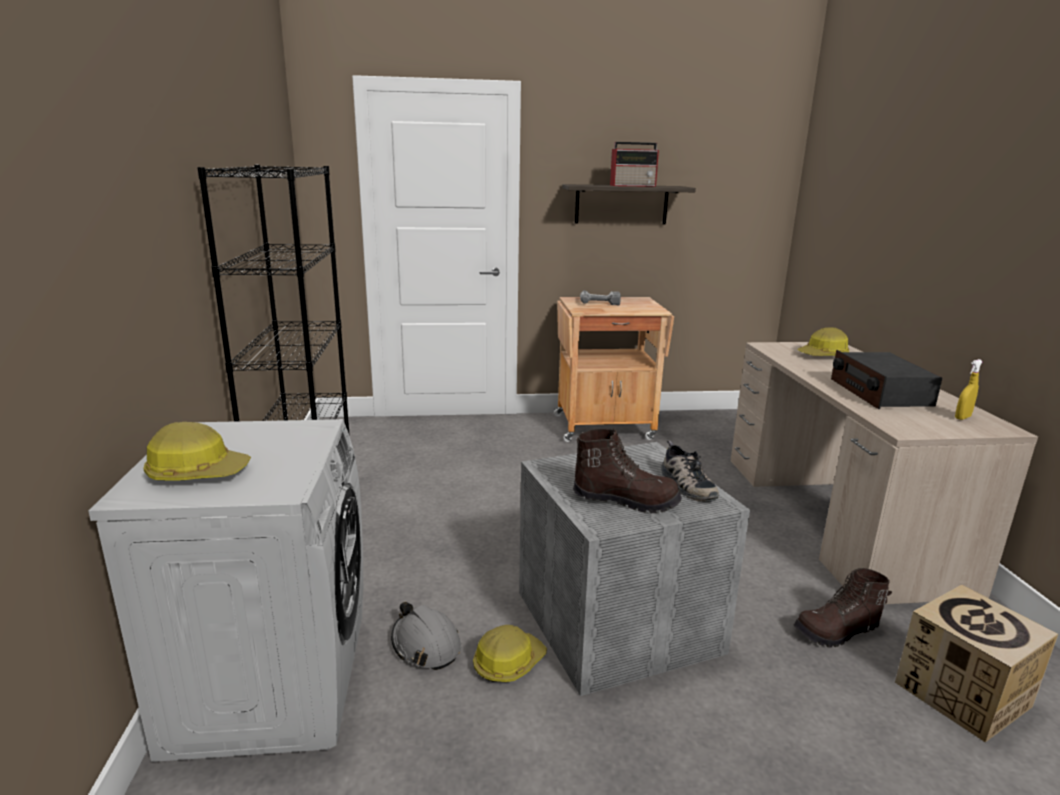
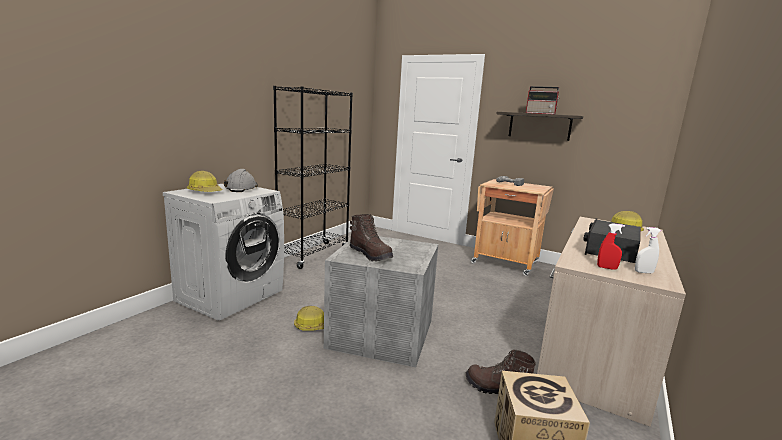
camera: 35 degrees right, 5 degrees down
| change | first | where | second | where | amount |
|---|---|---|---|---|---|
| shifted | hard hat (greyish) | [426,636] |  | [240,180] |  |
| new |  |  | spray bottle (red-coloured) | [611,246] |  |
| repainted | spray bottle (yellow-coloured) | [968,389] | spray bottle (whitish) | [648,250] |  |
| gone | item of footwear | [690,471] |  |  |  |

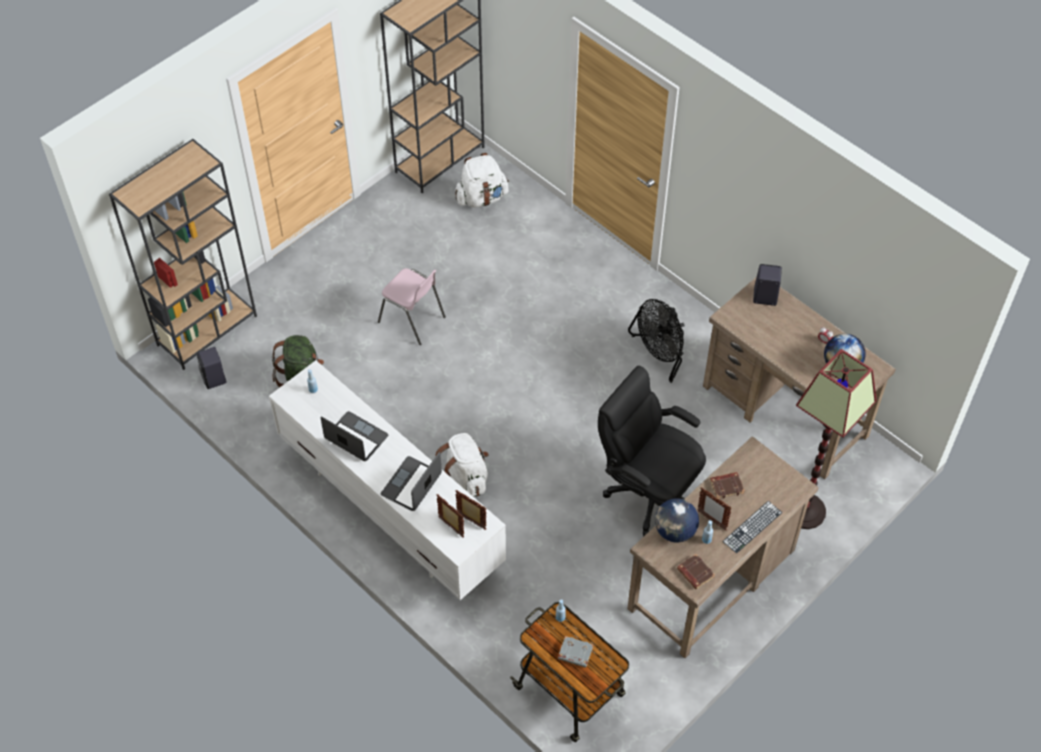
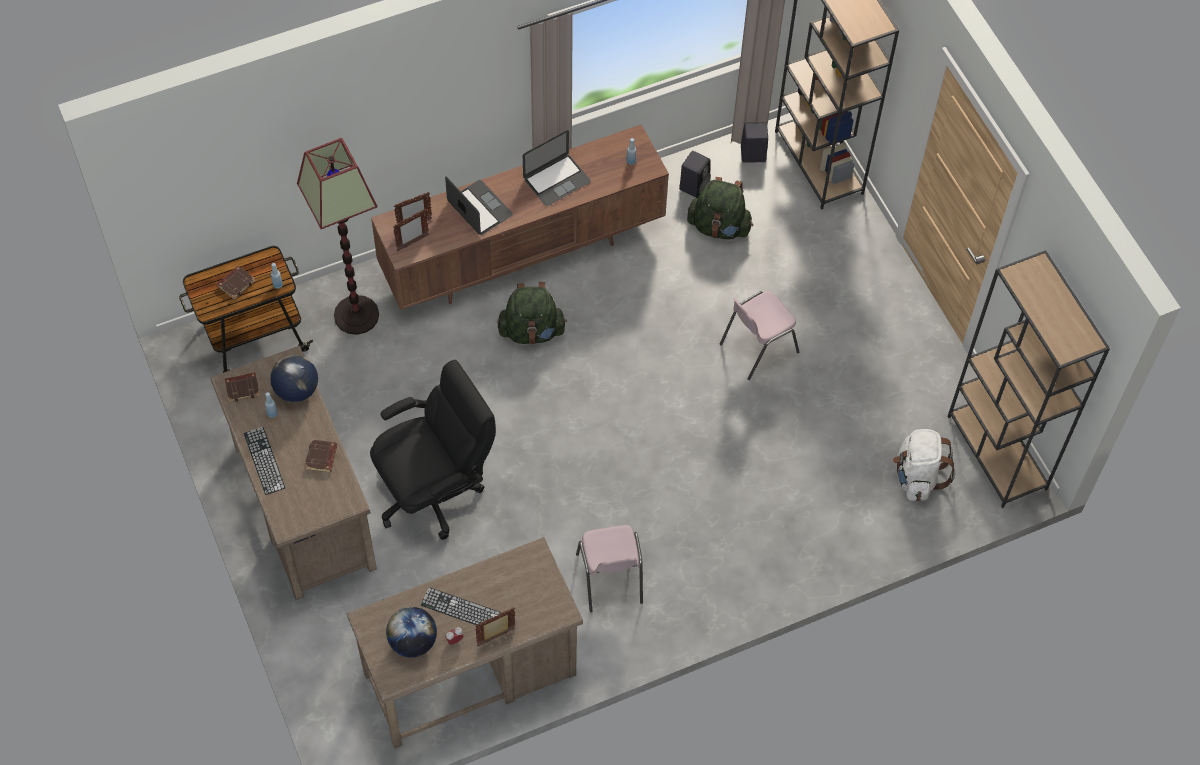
camera: 110 degrees right, 5 degrees up
| change | first | where | second | where | amount |
|---|---|---|---|---|---|
| repainted | bound book (greyish) | [575,652] | bound book (brown-coloured) | [236,282] |  |
| shifted | standard lamp | [836,439] |  | [338,236] |  |
| repainted | cupboard (whitish) | [387,480] | cupboard (brown-coloured) | [520,217] |  |
| new |  |  | keyboard | [461,606] |  |
| shifted | standing frame | [715,509] |  | [495,626] |  |
| repainted | knapsack (whitish) | [461,465] | knapsack (green) | [532,313] |  |
| swapped | cooling fan (black-coloured) | [656,341] | chair (pink-coloured) | [609,568] |  |
| shifted | audio speaker (black-coloured) | [767,285] |  | [695,174] |  |

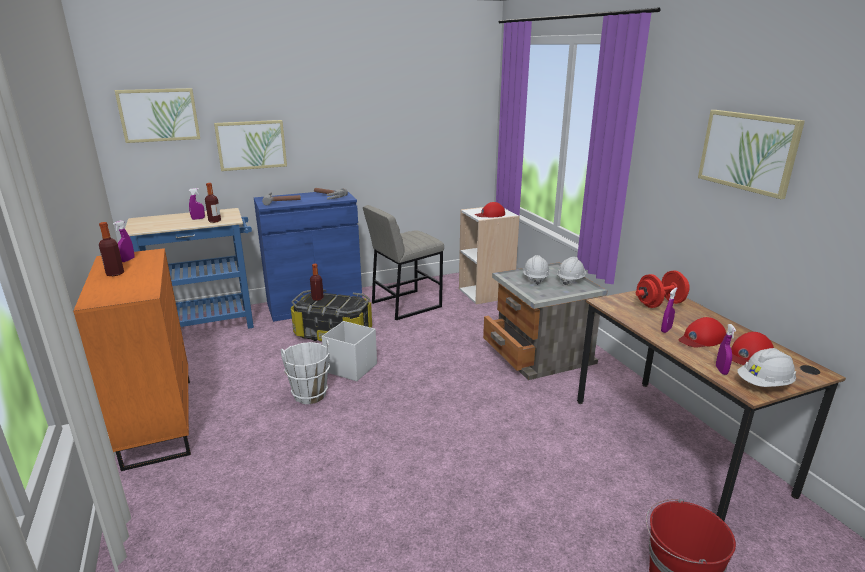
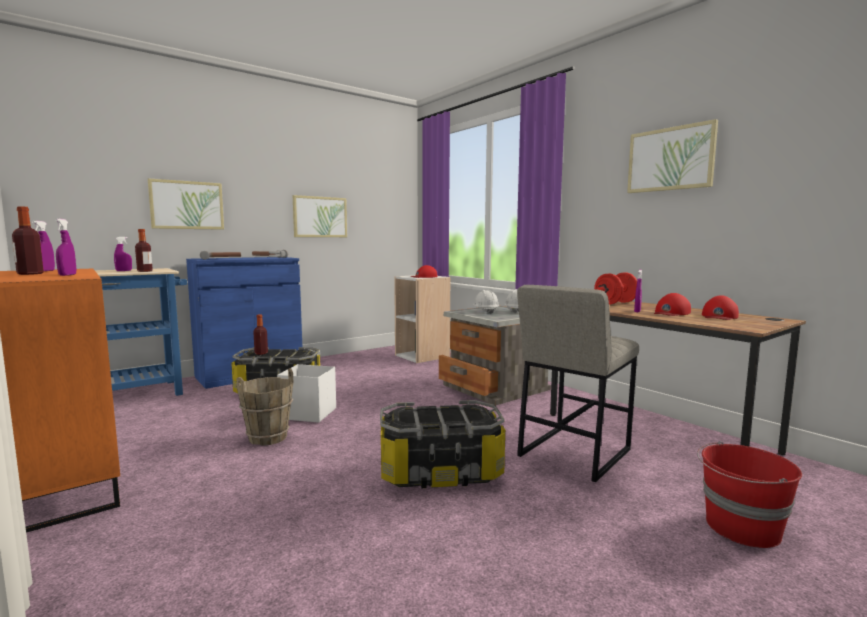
camera: 15 degrees left, 15 degrees down
| change | first | where | second | where | amount |
|---|---|---|---|---|---|
| shifted | spray bottle (purple) | [726,349] |  | [65,247] |  |
| repainted | water bucket (whitish) | [305,372] | water bucket (brown-coloured) | [264,407] |  |
| shifted | wall art | [157,115] |  | [320,216] |  |
| new |  |  | storage box | [442,444] |  |
| shifted | chair (greyish) | [403,262] |  | [578,383] |  |
| gone | hard hat (whitish) | [767,367] |  |  |  |

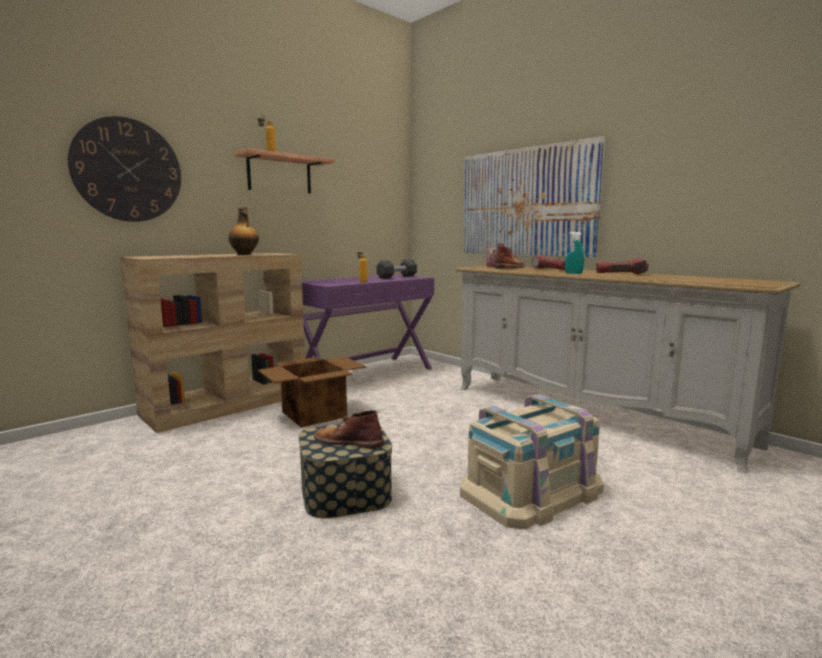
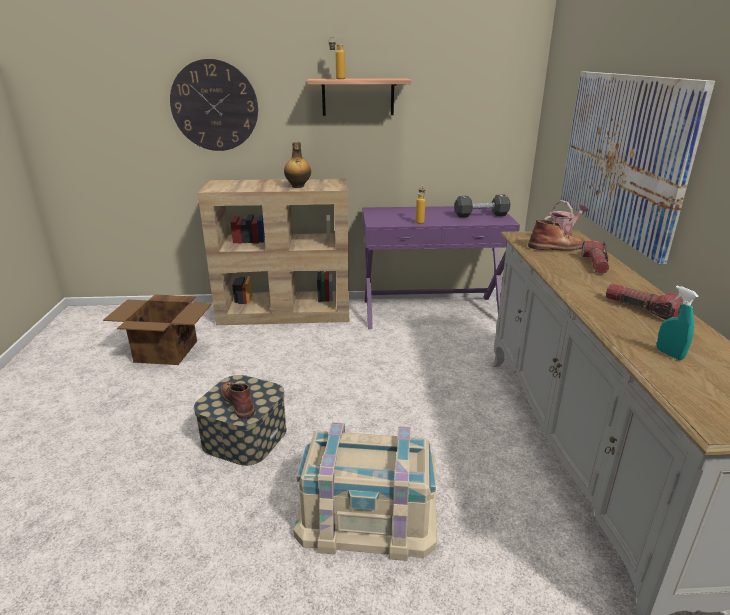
camera: 40 degrees right, 15 degrees up
| change | first | where | second | where | amount |
|---|---|---|---|---|---|
| shifted | packing box | [312,392] |  | [157,330] |  |
| shifted | spray bottle (turquoise) | [574,253] |  | [678,322] |  |

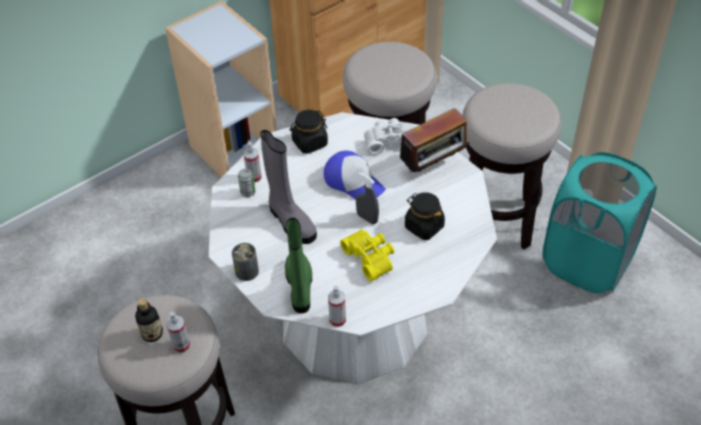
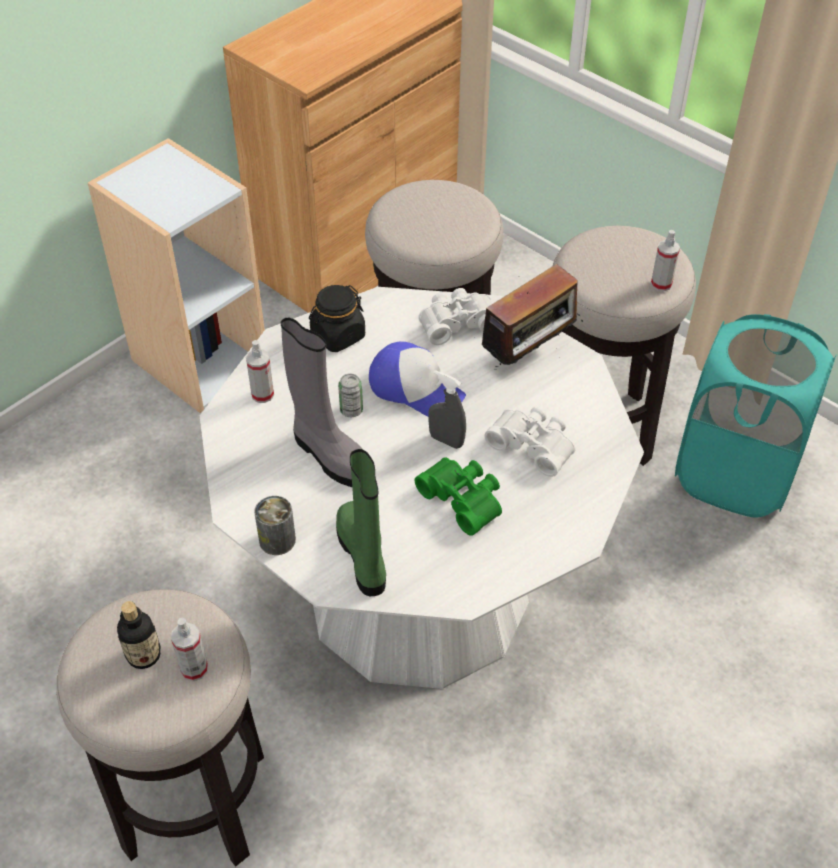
camera: 10 degrees left, 0 degrees up
| change | first | where | second | where | amount |
|---|---|---|---|---|---|
| shifted | sealed can | [246,183] |  | [350,395] |  |
| repainted | binoculars (yellow-coloured) | [367,255] | binoculars (green) | [458,496] |  |
| swapped | storage jar (black-coloured) | [425,216] | binoculars (whitish) | [530,442] |  |
| shifted | spray bottle | [337,306] |  | [665,260] |  |

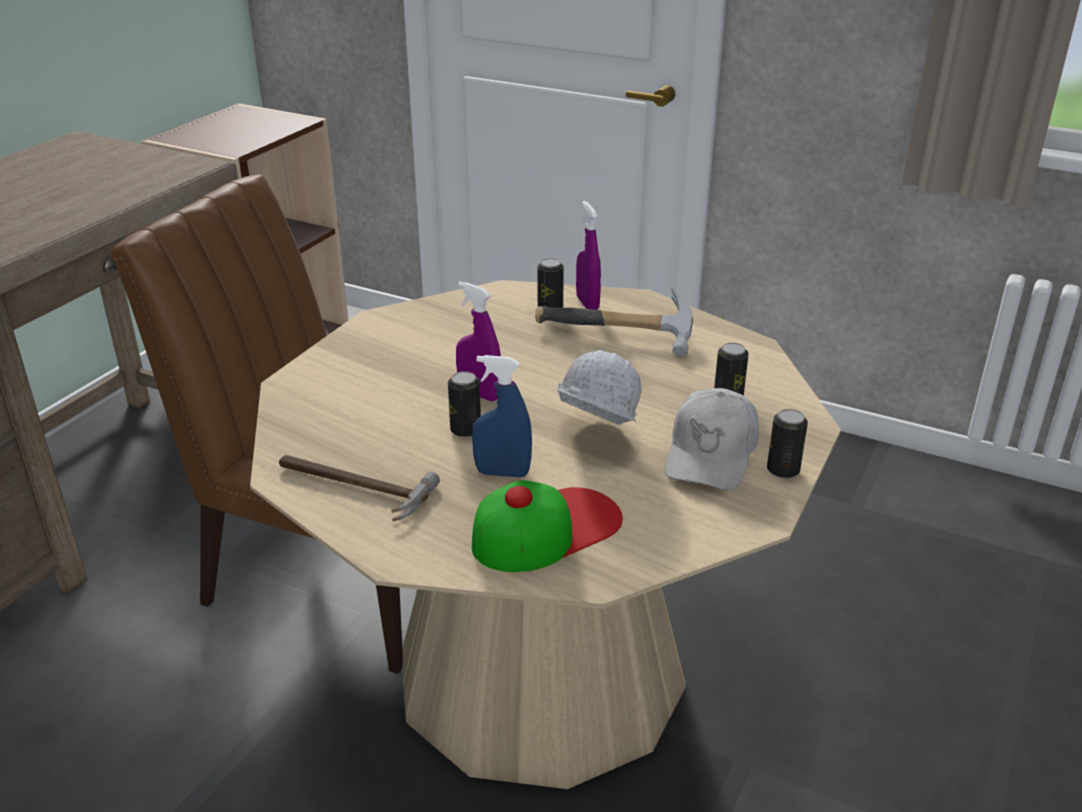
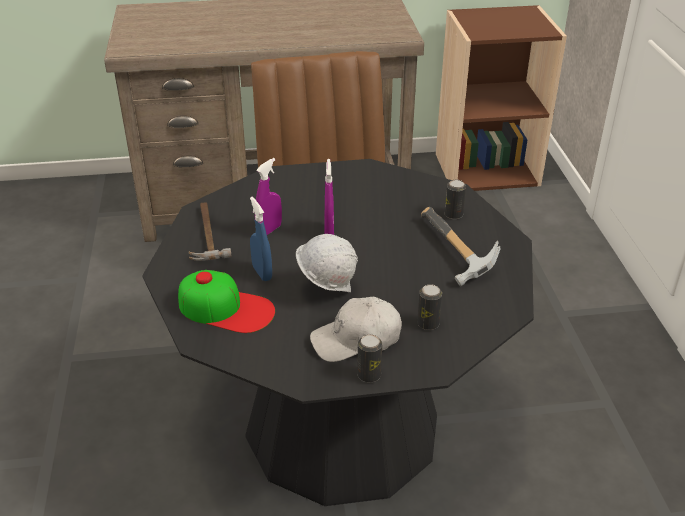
camera: 55 degrees right, 5 degrees up
| change | first | where | second | where | amount |
|---|---|---|---|---|---|
| repainted | dining table (beige) | [545,534] | dining table (black-coloured) | [338,332] |  |
| shifted | spray bottle (purple) | [588,255] |  | [268,196] |  |
| gone | sealed can | [464,404] |  |  |  |

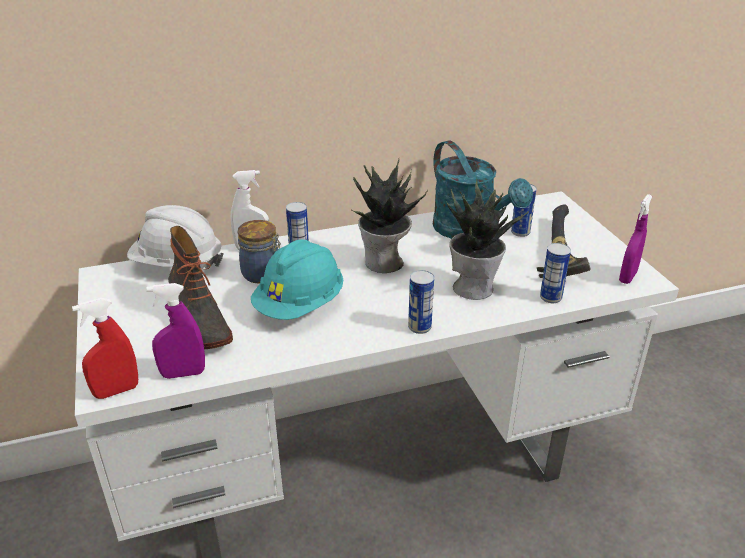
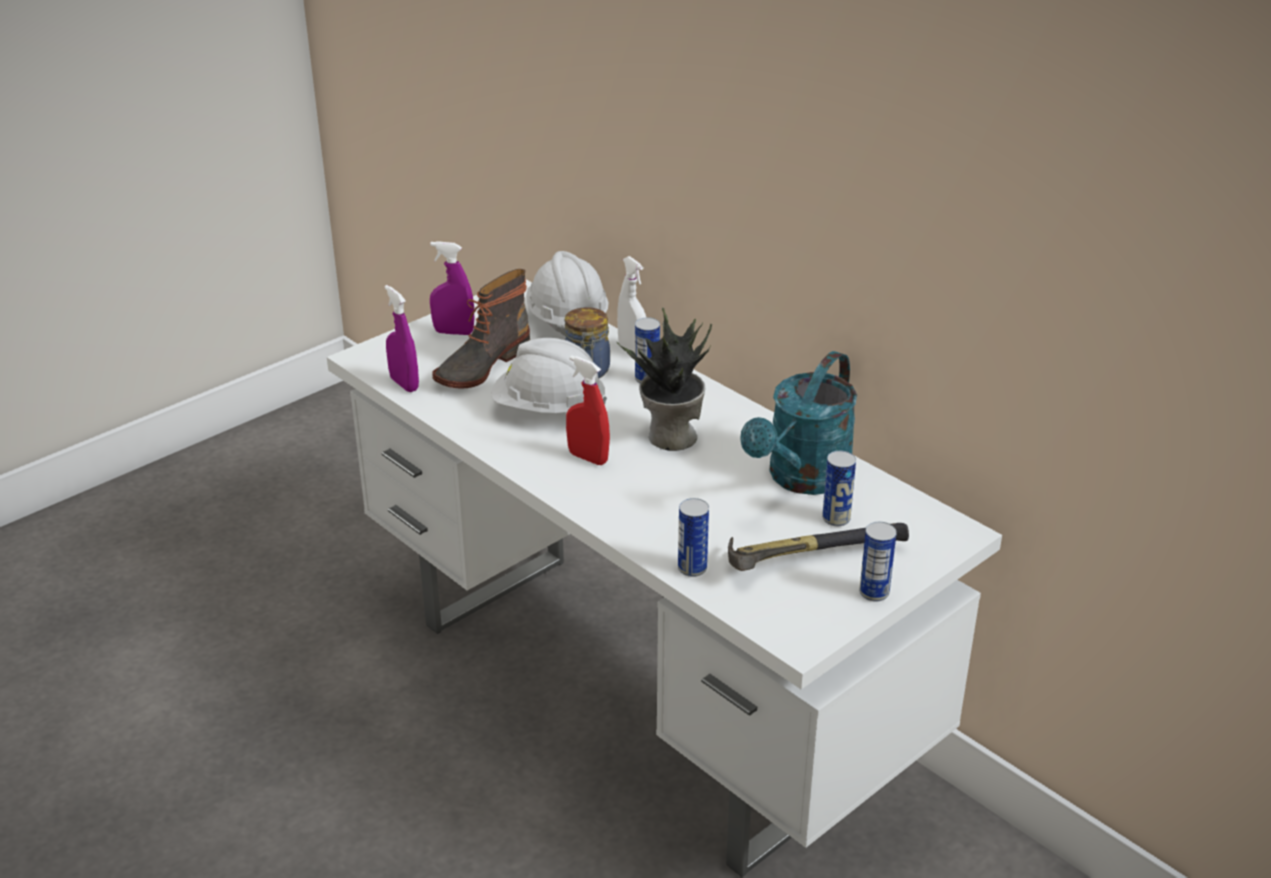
camera: 65 degrees right, 0 degrees up
| change | first | where | second | where | amount |
|---|---|---|---|---|---|
| shifted | spray bottle (purple) | [635,239] |  | [452,288] |  |
| repainted | hard hat (turquoise) | [297,279] | hard hat (whitish) | [549,375] |  |
| shifted | spray bottle (red-coloured) | [105,348] |  | [588,410] |  |
| shifted | sealed can | [421,302] |  | [878,562] |  |
| gone | houseplant | [488,240] |  |  |  |

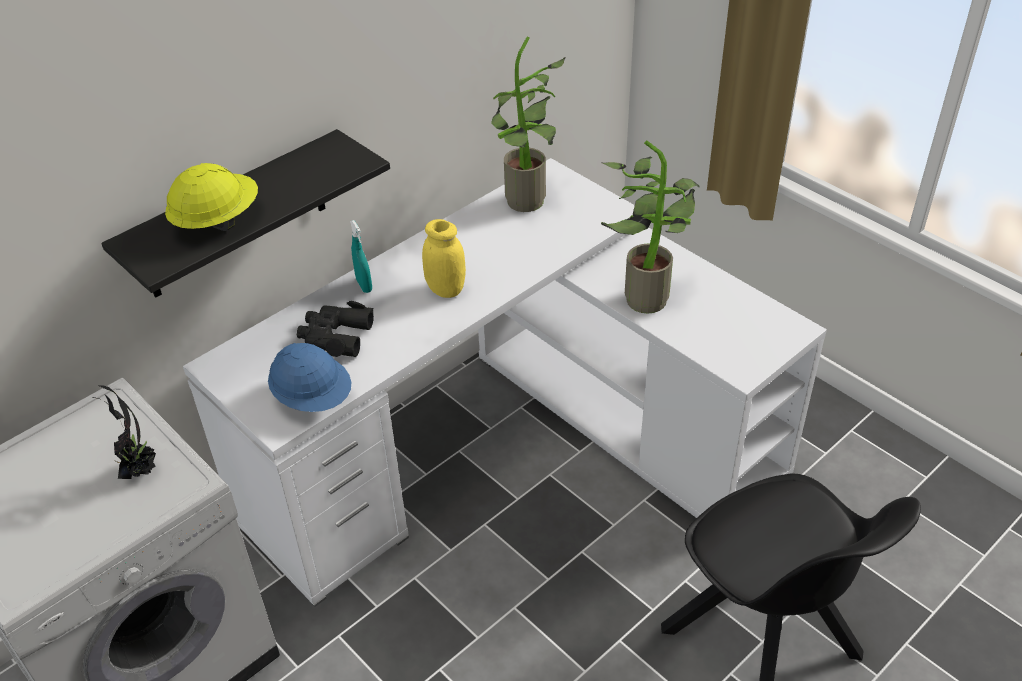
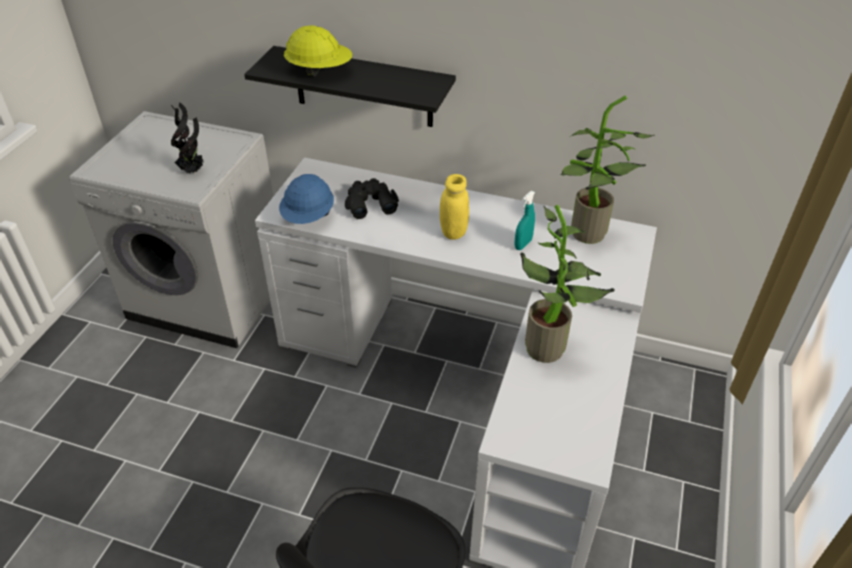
camera: 60 degrees right, 0 degrees up
| change | first | where | second | where | amount |
|---|---|---|---|---|---|
| shifted | spray bottle (turquoise) | [361,256] |  | [524,220] |  |

